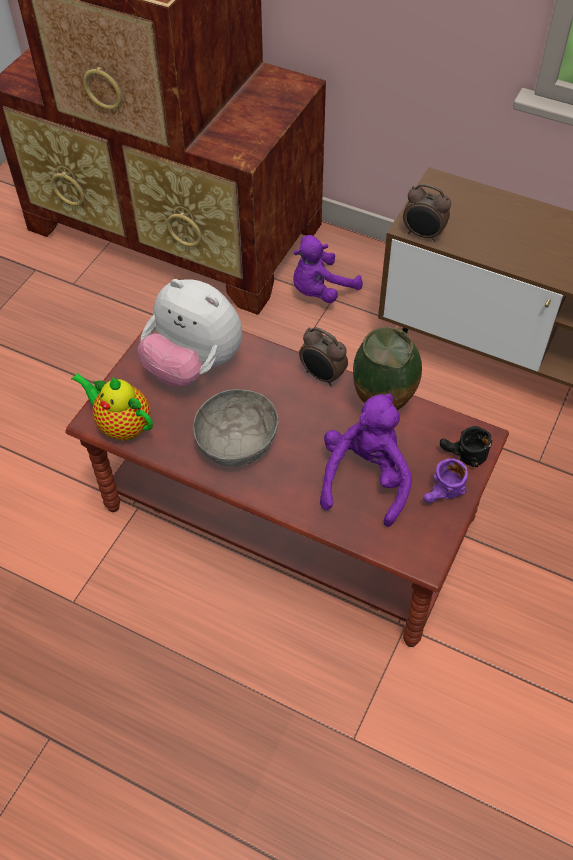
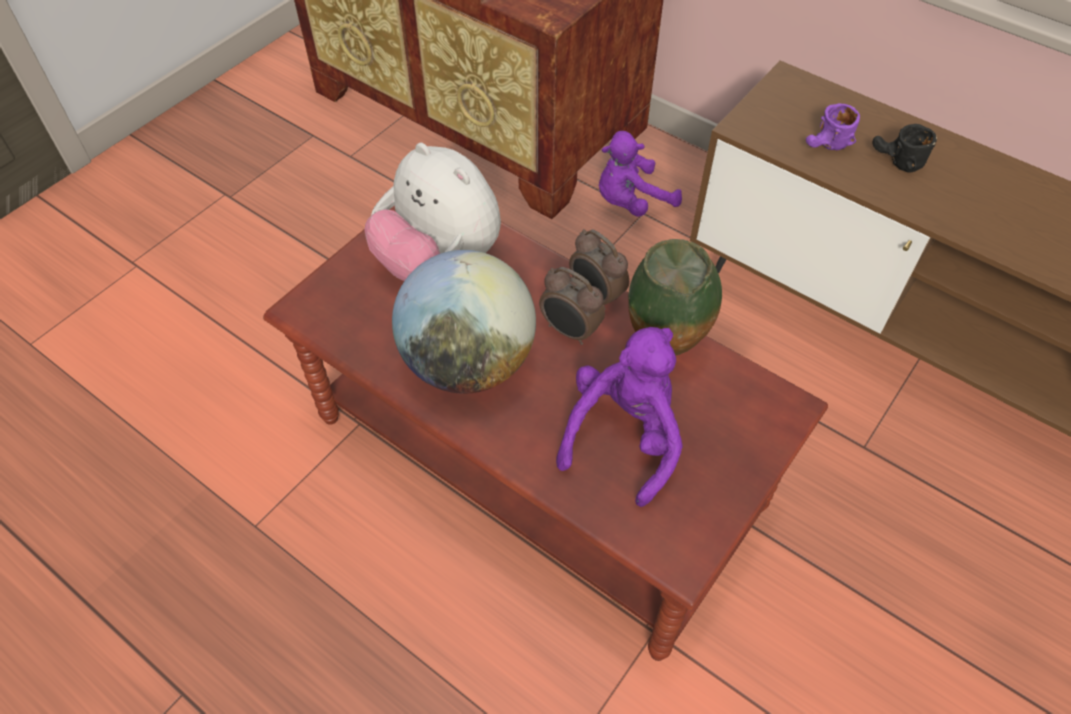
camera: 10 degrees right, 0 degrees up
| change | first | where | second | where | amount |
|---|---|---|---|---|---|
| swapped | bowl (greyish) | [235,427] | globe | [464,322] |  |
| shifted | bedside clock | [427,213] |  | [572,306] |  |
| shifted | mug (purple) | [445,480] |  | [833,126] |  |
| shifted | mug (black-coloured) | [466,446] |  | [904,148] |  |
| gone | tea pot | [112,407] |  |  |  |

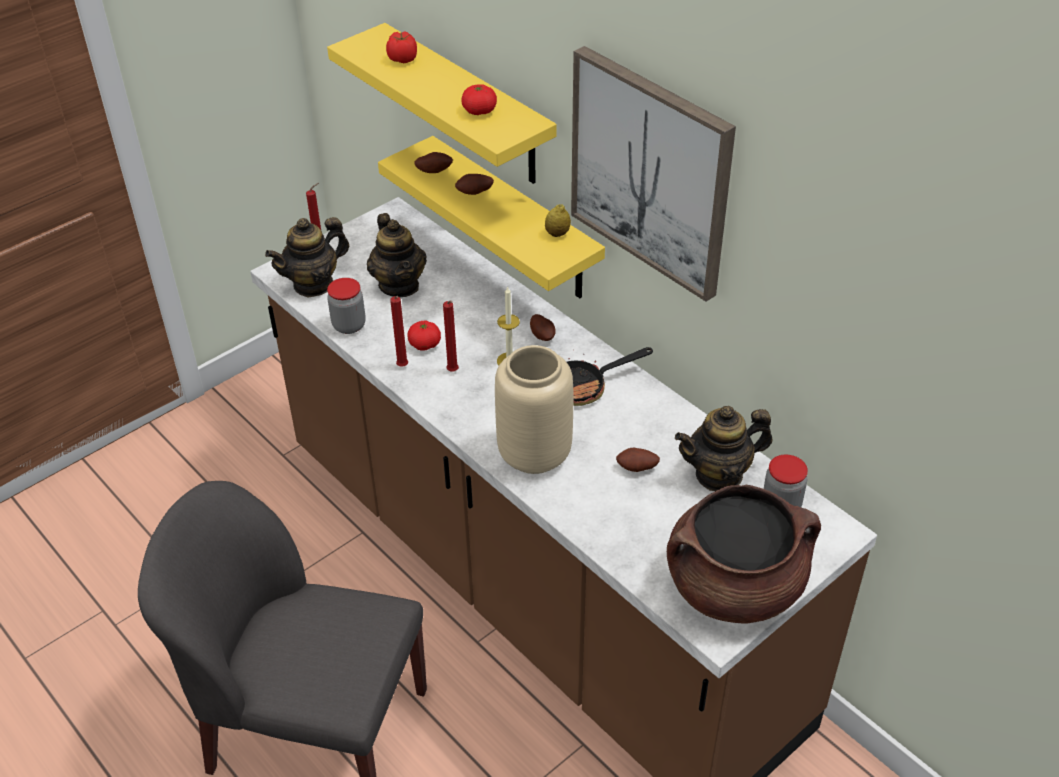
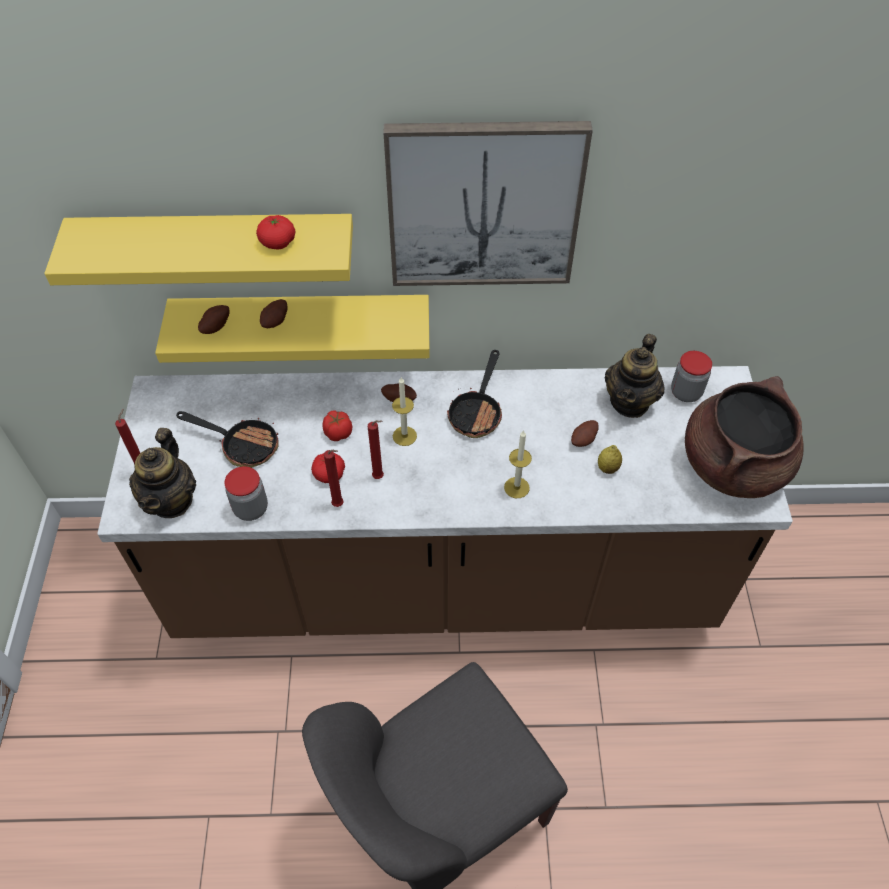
camera: 50 degrees left, 10 degrees up
| change | first | where | second | where | amount |
|---|---|---|---|---|---|
| swapped | tea pot | [397,255] | skillet | [227,439] |  |
| shifted | whole tomato | [401,47] |  | [337,425] |  |
| swapped | vase (beige) | [534,409] | candle | [518,464] |  |
| shifted | citrus fruit | [558,220] |  | [610,459] |  |

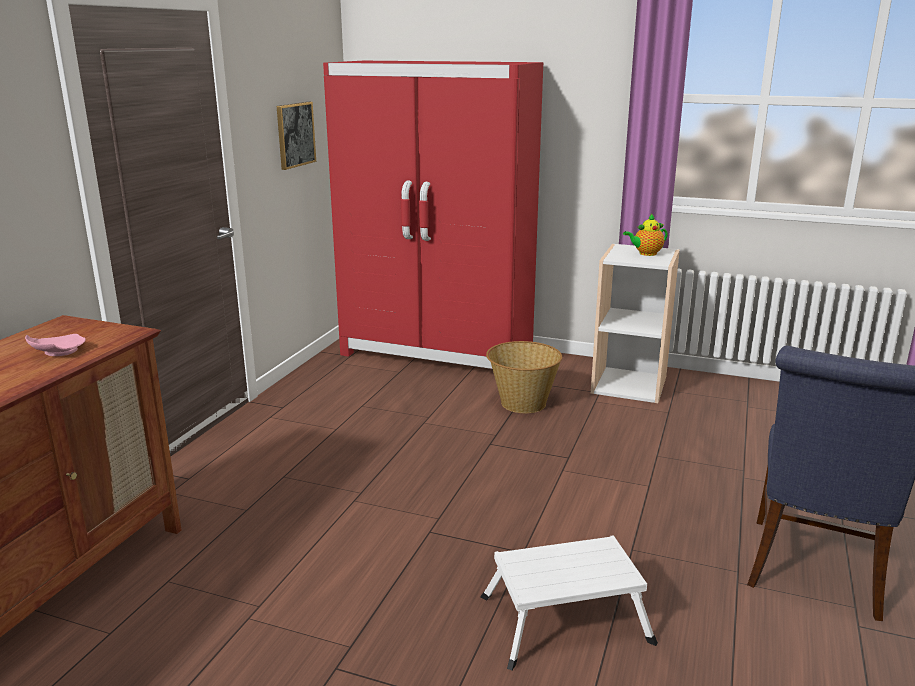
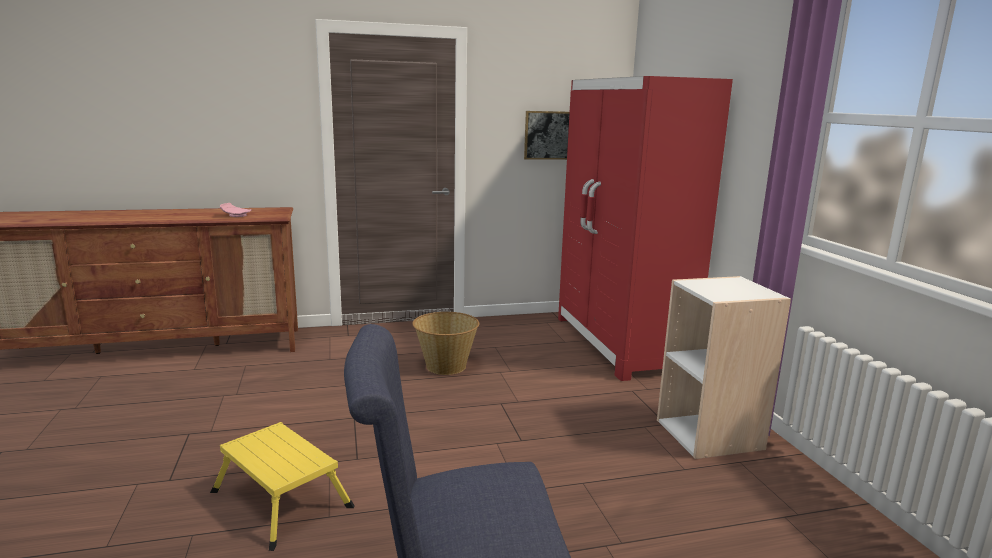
camera: 55 degrees right, 5 degrees down
| change | first | where | second | where | amount |
|---|---|---|---|---|---|
| repainted | step stool (whitish) | [569,603] | step stool (yellow-coloured) | [282,486] |  |
| shifted | basket | [524,377] |  | [445,343] |  |
| gone | tea pot | [645,235] |  |  |  |

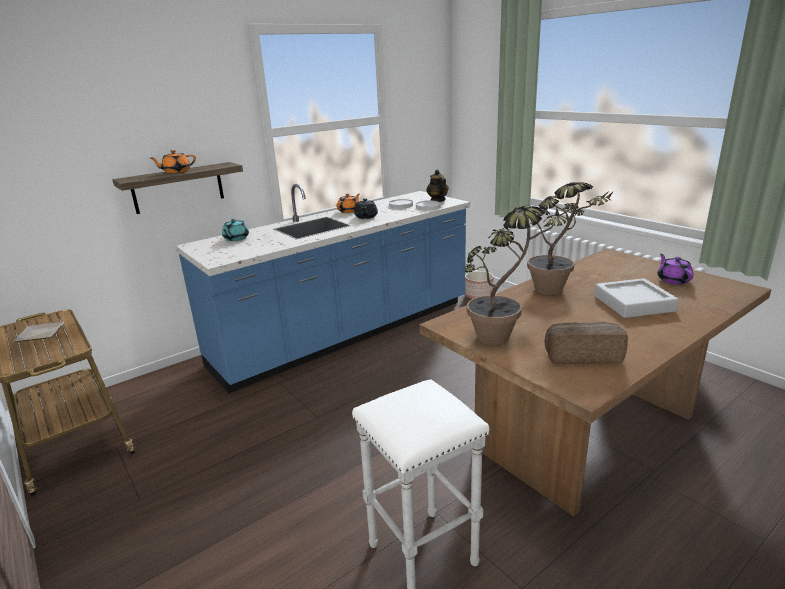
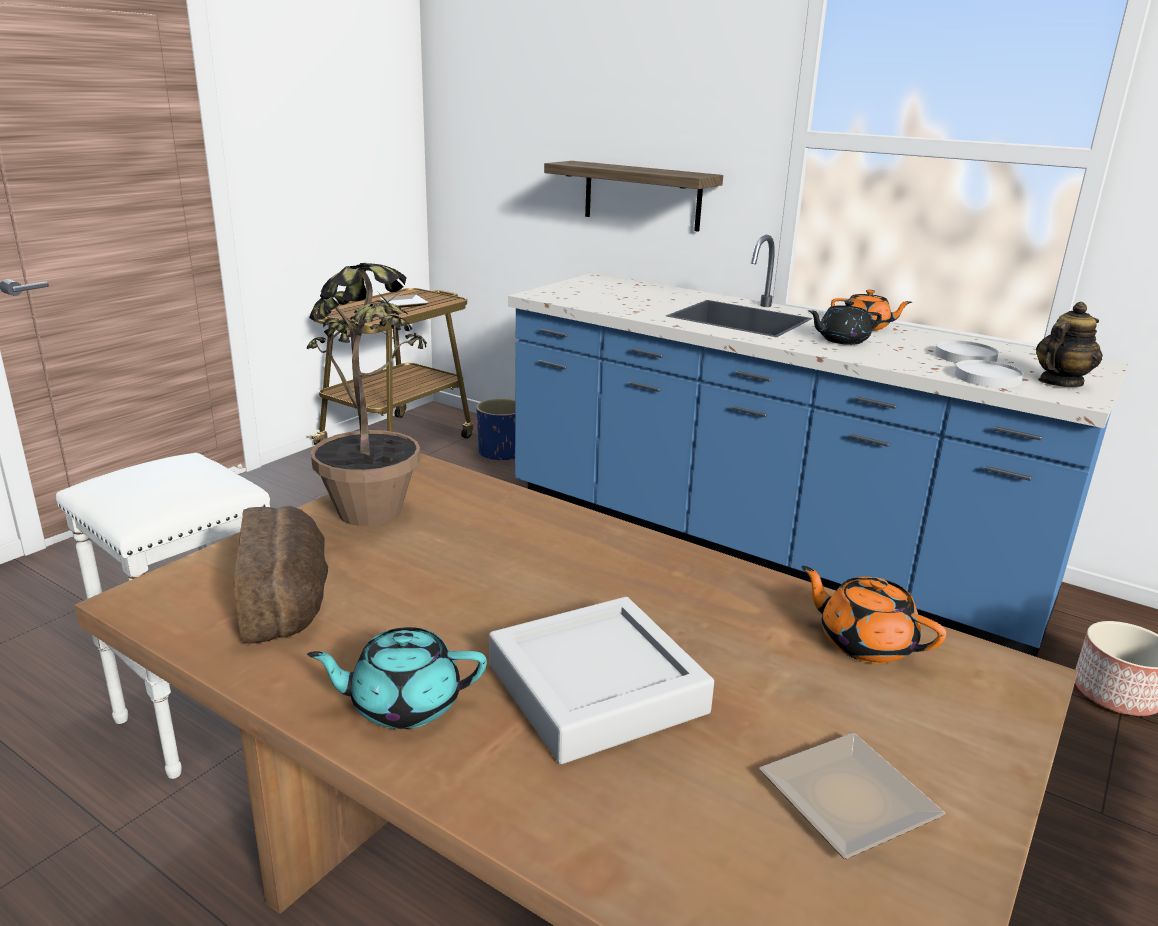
camera: 70 degrees right, 0 degrees up
| change | first | where | second | where | amount |
|---|---|---|---|---|---|
| shifted | tea pot (turquoise) | [235,230] |  | [397,678] |  |
| new |  |  | plant pot (blue-coloured) | [495,430] |  |
| swapped | tea pot (purple) | [675,269] | dinner plate | [852,796] |  |
| shifted | tea pot (orange) | [173,161] |  | [873,615] |  |
| gone | houseplant | [570,238] |  |  |  |

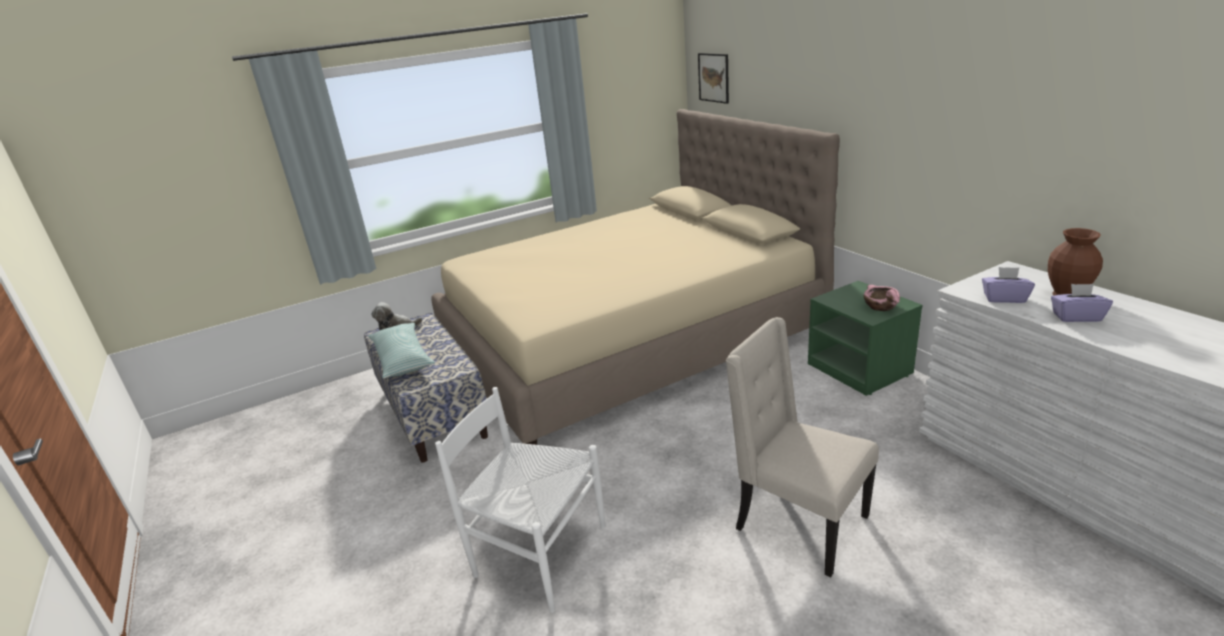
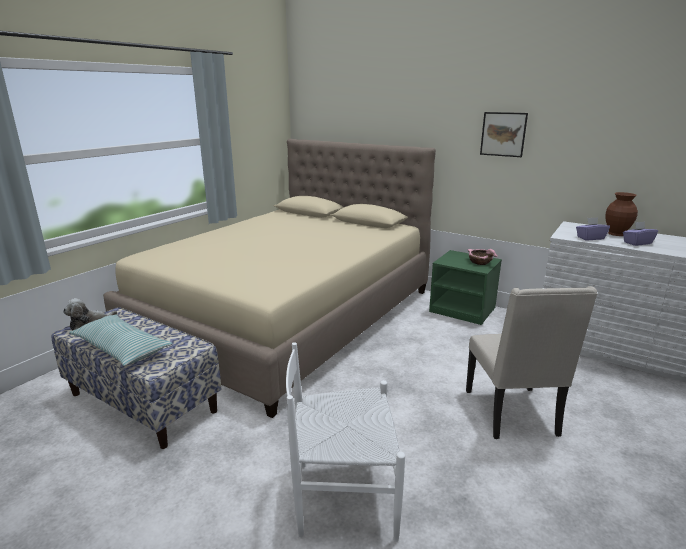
camera: 30 degrees left, 5 degrees down
| change | first | where | second | where | amount |
|---|---|---|---|---|---|
| rotated | chair (beige) | [802,447] |  | [532,362] | 105 degrees counterclockwise |
| shifted | wall art | [713,78] |  | [504,134] |  |

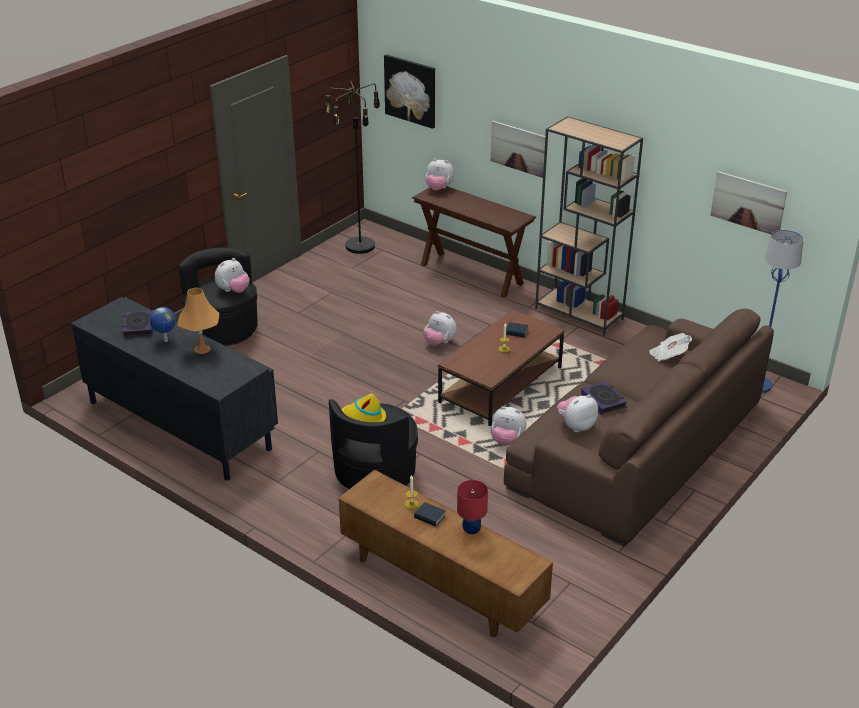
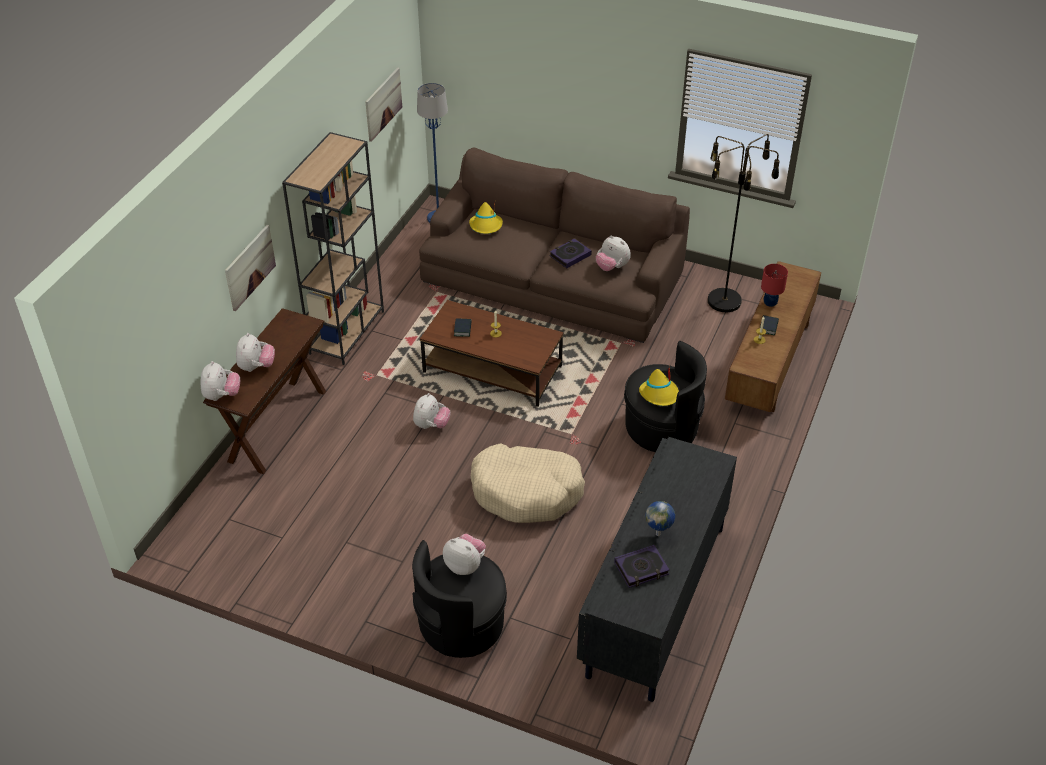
camera: 105 degrees left, 10 degrees up
| change | first | where | second | where | amount |
|---|---|---|---|---|---|
| shifted | soft toy | [509,426] |  | [255,352] |  |
| swapped | newspaper | [670,347] | hat (yellow-coloured) | [486,218] |  |
| new |  |  | dog bed (beige) | [528,483] |  |
| shifted | standard lamp | [353,167] |  | [744,223] |  |
| gone | table lamp (orange) | [198,321] |  |  |  |
| gone | wall art | [409,91] |  |  |  |

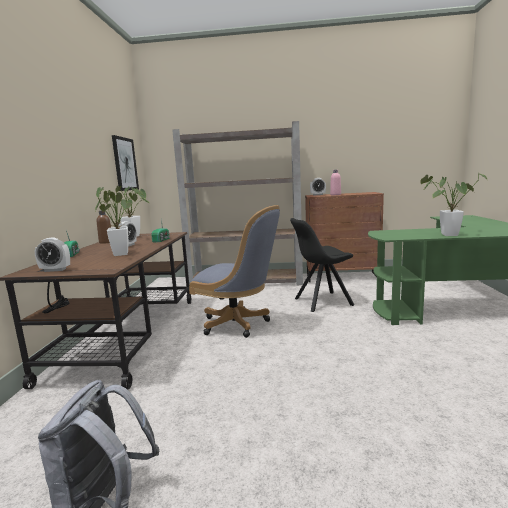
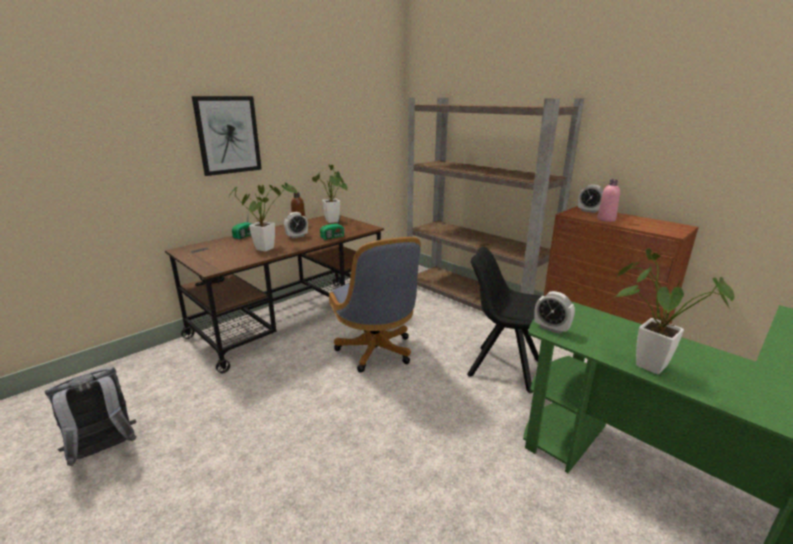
camera: 40 degrees right, 10 degrees up
| change | first | where | second | where | amount |
|---|---|---|---|---|---|
| shifted | wall art | [125,163] |  | [227,136] |  |
| shifted | bedside clock | [52,255] |  | [554,312] |  |

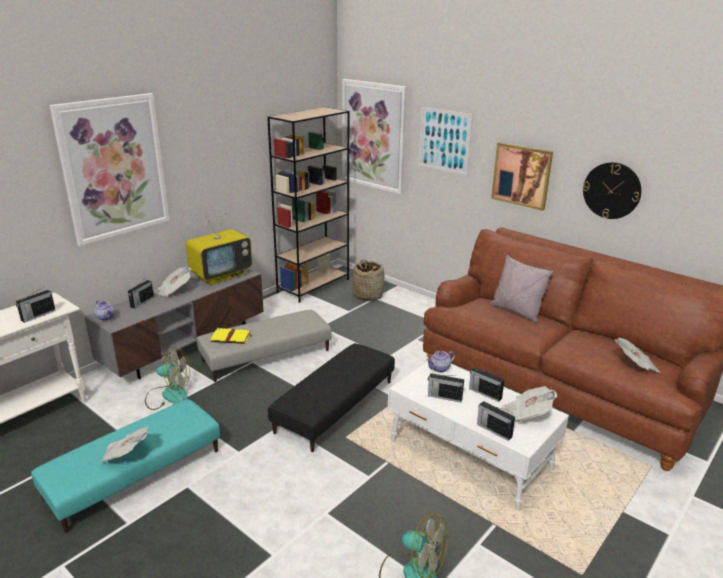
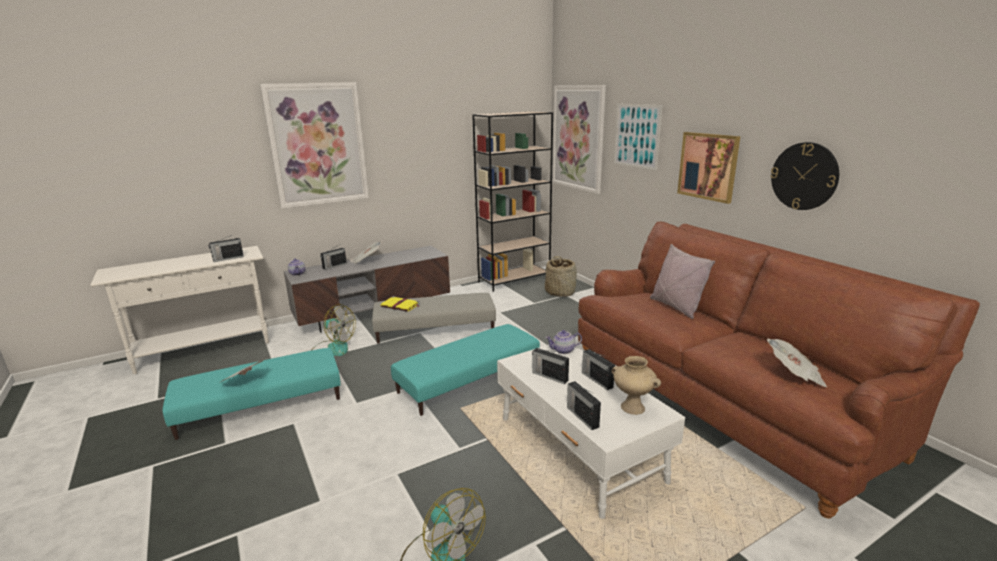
camera: 20 degrees right, 5 degrees down
| change | first | where | second | where | amount |
|---|---|---|---|---|---|
| repainted | footrest (black-coloured) | [331,397] | footrest (turquoise) | [465,370] |  |
| swapped | newspaper | [529,403] | vase (beige) | [636,385] |  |
| gone | television | [219,248] |  |  |  |

